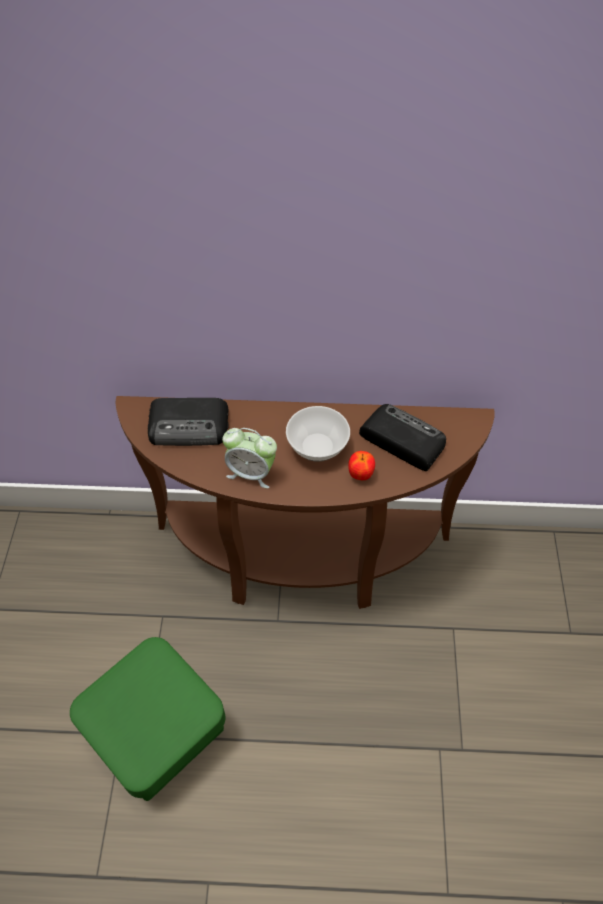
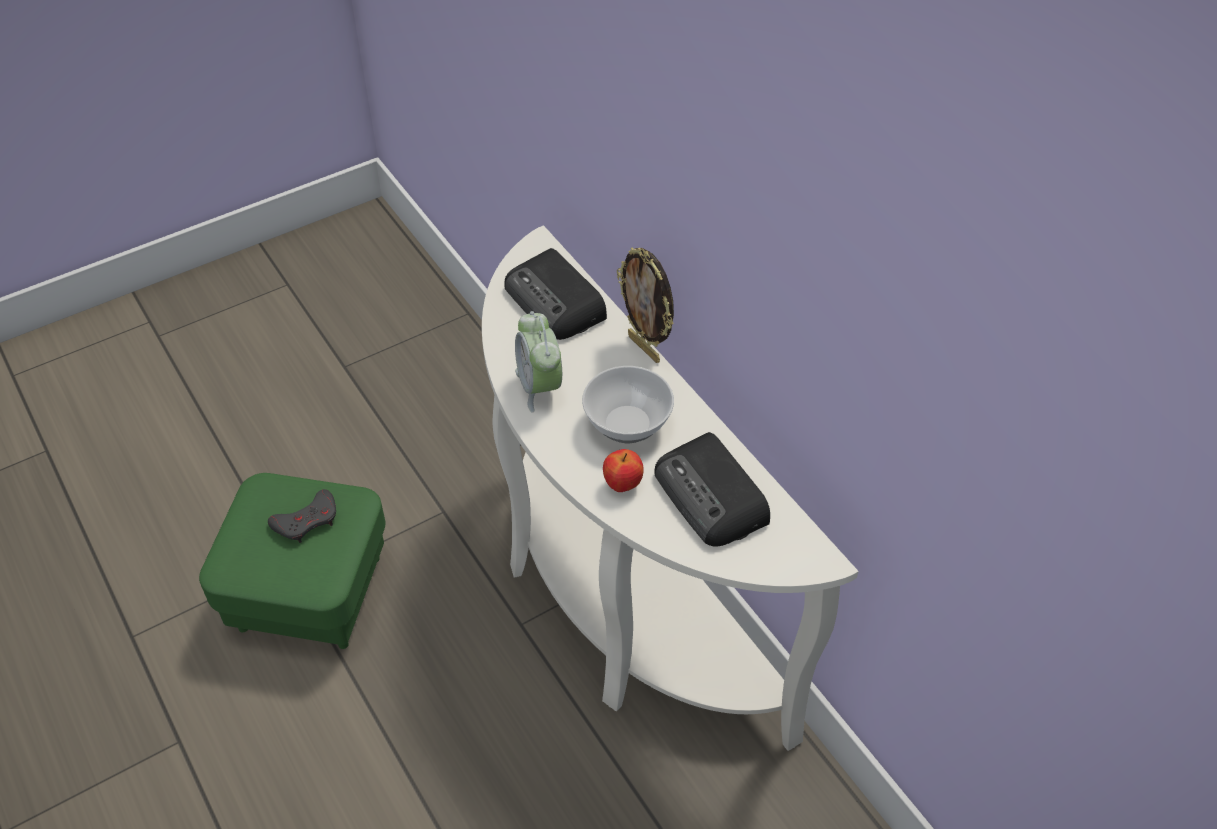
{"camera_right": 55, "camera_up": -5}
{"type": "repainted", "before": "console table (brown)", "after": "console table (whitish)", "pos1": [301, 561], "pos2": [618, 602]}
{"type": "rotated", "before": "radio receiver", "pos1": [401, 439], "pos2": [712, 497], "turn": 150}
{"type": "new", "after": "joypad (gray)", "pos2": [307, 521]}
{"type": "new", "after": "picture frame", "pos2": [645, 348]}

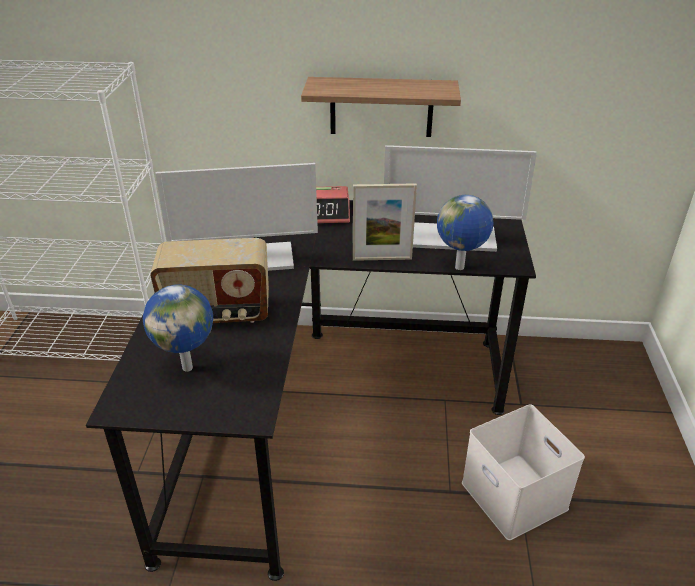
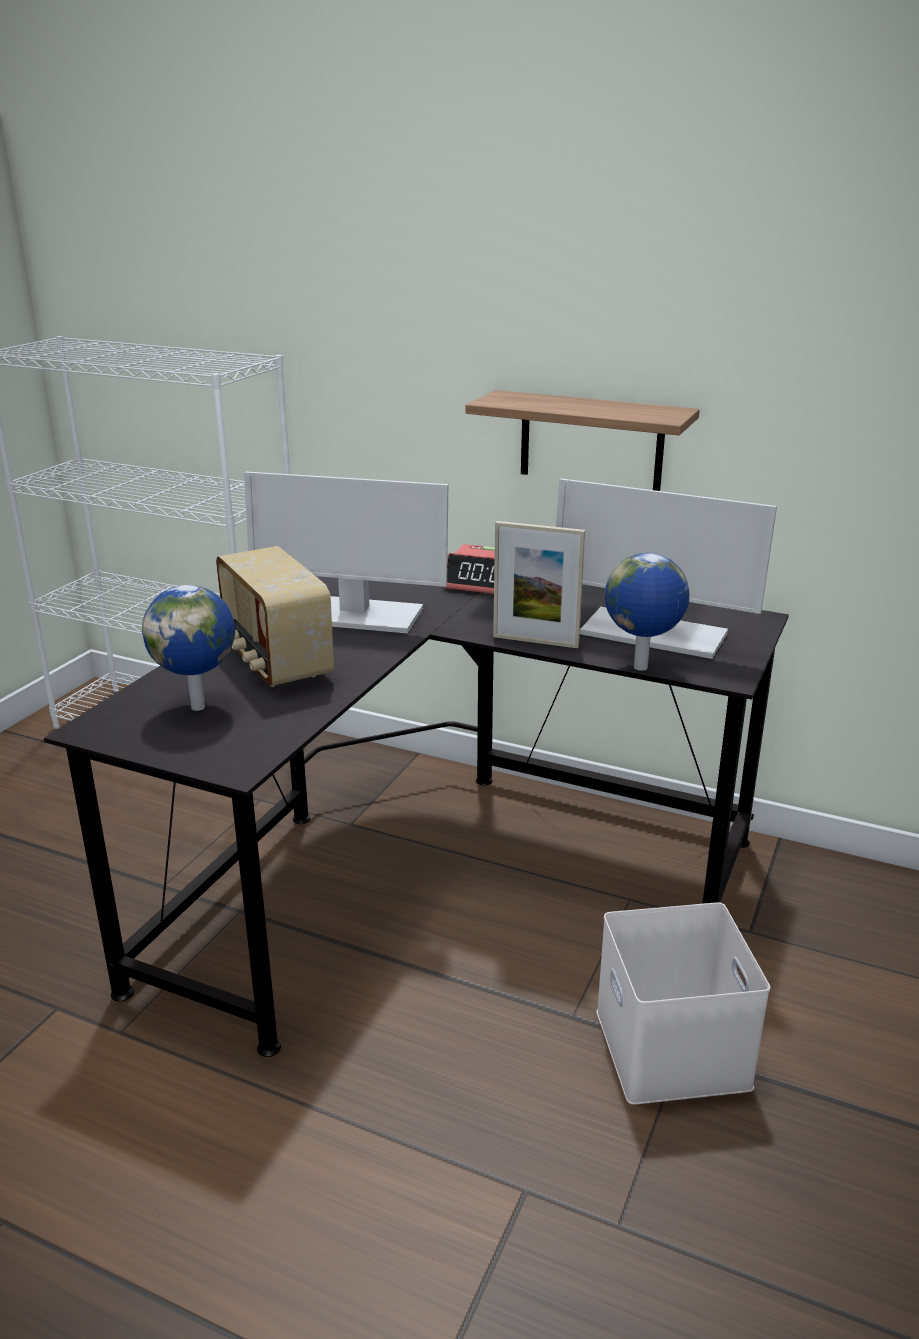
{"camera_right": 20, "camera_up": -10}
{"type": "rotated", "before": "radio receiver", "pos1": [217, 313], "pos2": [275, 662], "turn": 45}

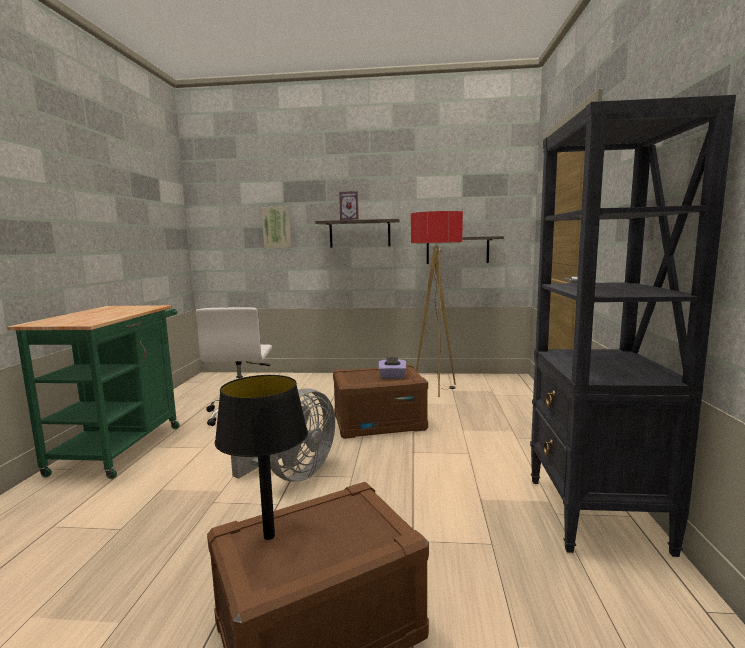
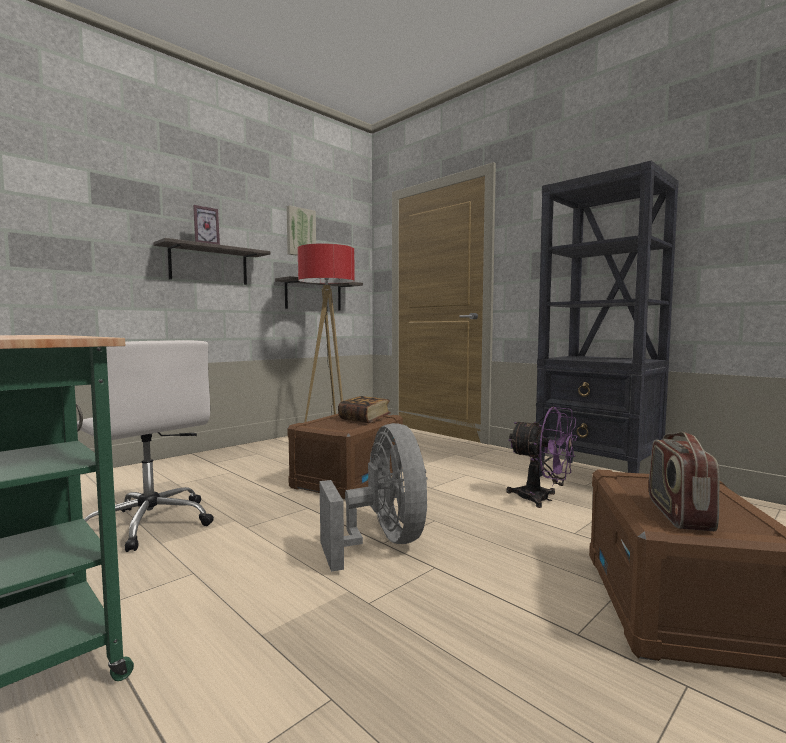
{"camera_right": -50, "camera_up": -5}
{"type": "swapped", "before": "lamp for a table (blackish)", "after": "radio receiver", "pos1": [269, 536], "pos2": [678, 514]}
{"type": "shifted", "before": "picture", "pos1": [277, 227], "pos2": [300, 232]}
{"type": "swapped", "before": "tissue holder (purple)", "after": "bound book", "pos1": [392, 377], "pos2": [364, 420]}
{"type": "new", "after": "electric fan (purple)", "pos2": [542, 499]}

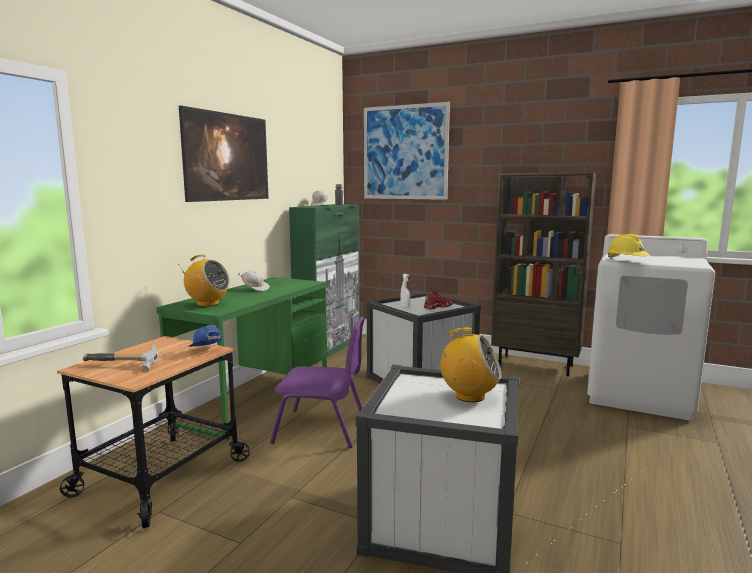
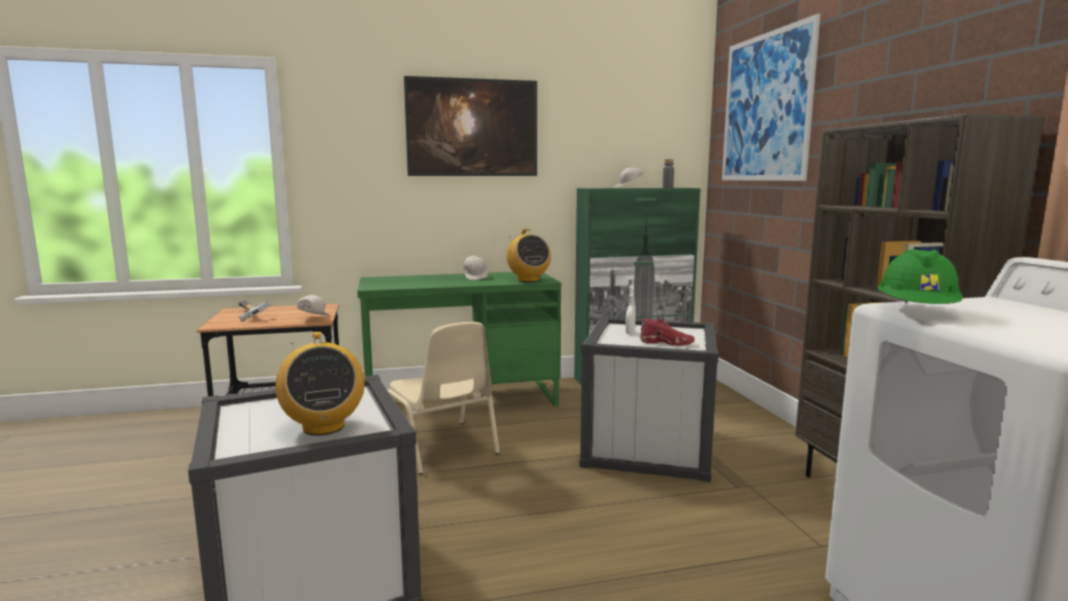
{"camera_right": 50, "camera_up": 0}
{"type": "shifted", "before": "radio receiver", "pos1": [207, 304], "pos2": [528, 280]}
{"type": "repainted", "before": "baseball cap (bluish)", "after": "baseball cap (whitish)", "pos1": [206, 350], "pos2": [312, 319]}
{"type": "repainted", "before": "chair (purple)", "after": "chair (sand-coloured)", "pos1": [322, 429], "pos2": [441, 447]}
{"type": "repainted", "before": "hard hat (yellow)", "after": "hard hat (greenish)", "pos1": [627, 261], "pos2": [916, 311]}

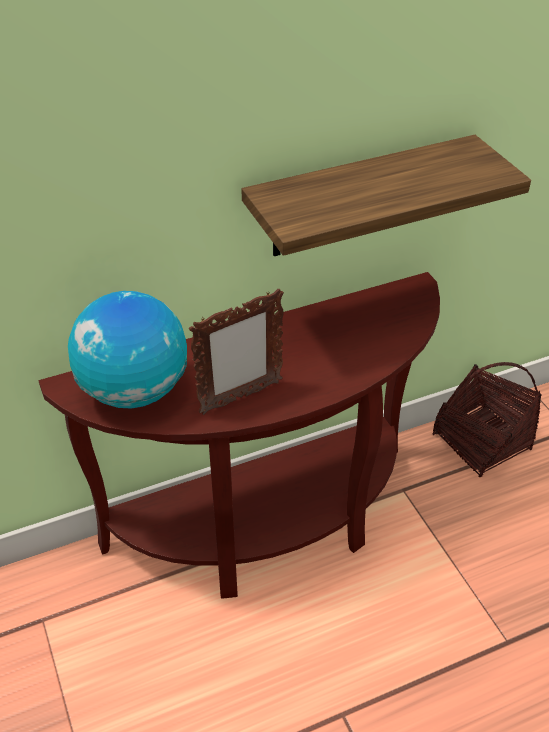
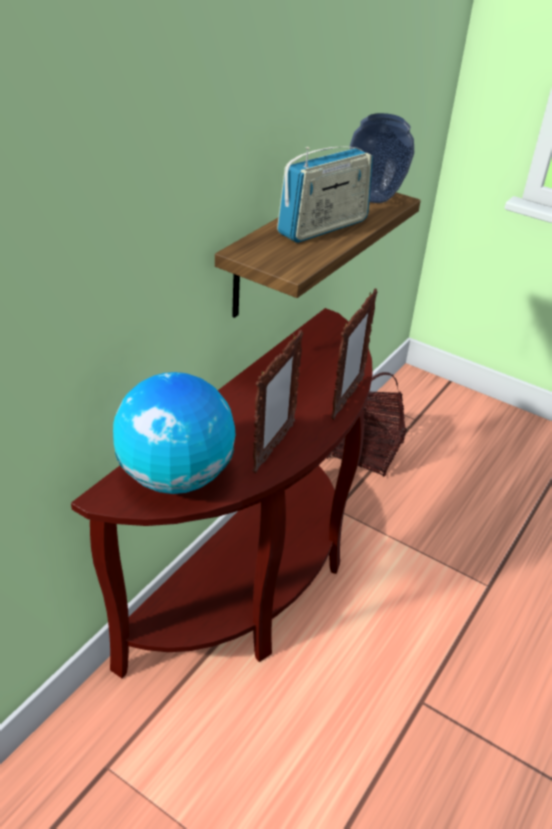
{"camera_right": -35, "camera_up": -5}
{"type": "new", "after": "radio receiver", "pos2": [323, 227]}
{"type": "new", "after": "picture frame", "pos2": [346, 399]}
{"type": "new", "after": "vase", "pos2": [375, 198]}

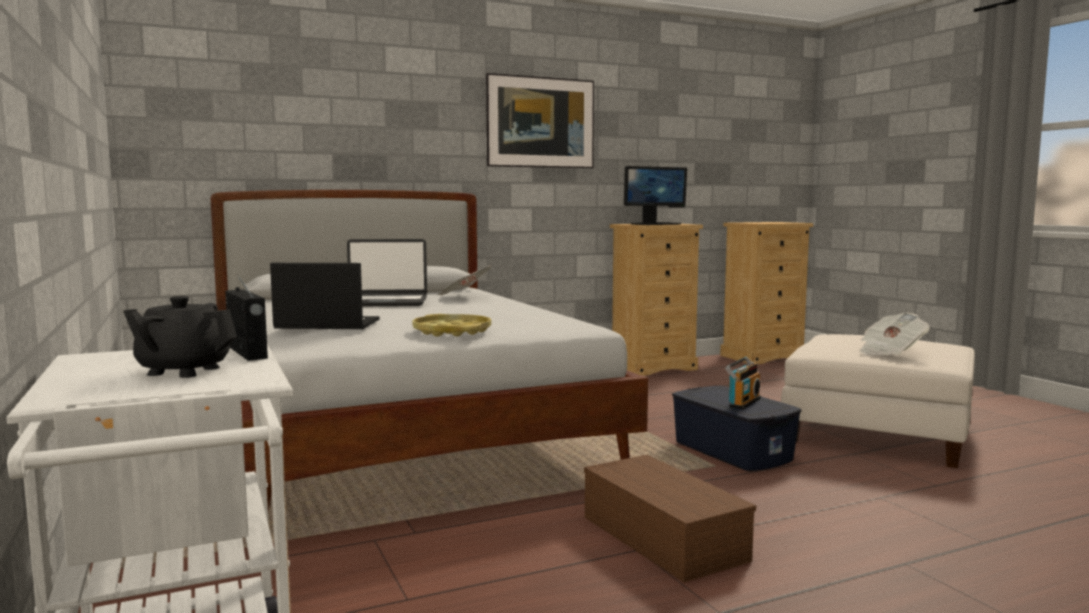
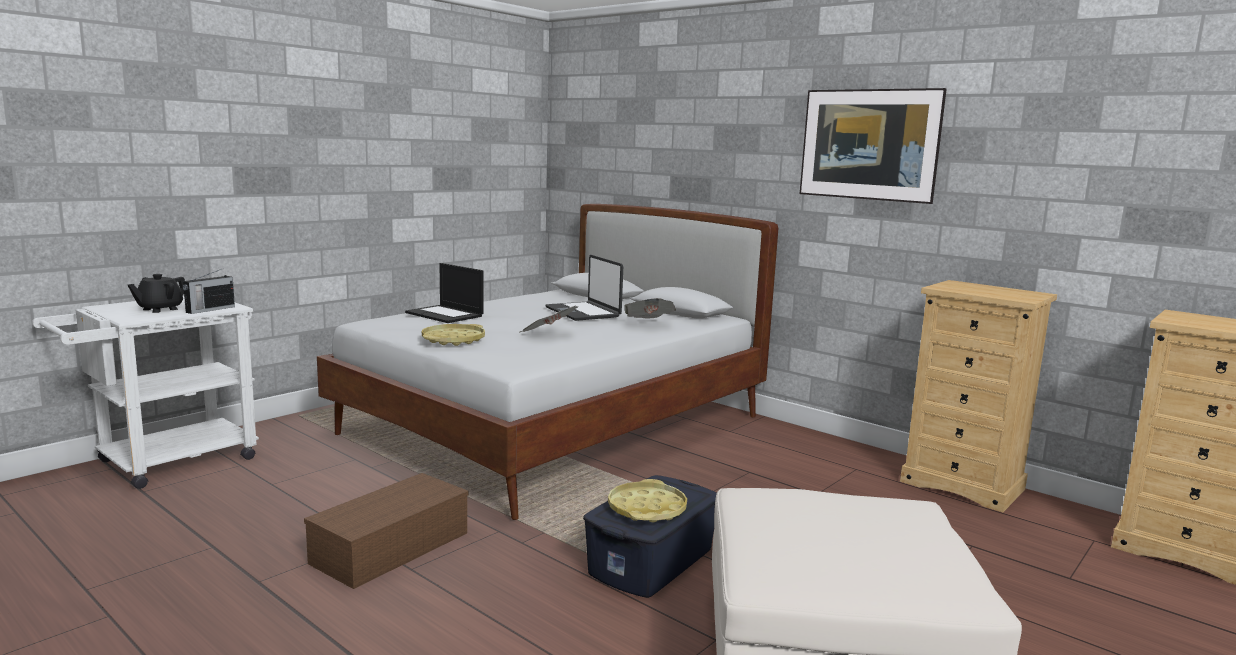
{"camera_right": 65, "camera_up": 5}
{"type": "rotated", "before": "tea pot (blackish)", "pos1": [183, 371], "pos2": [160, 309], "turn": -135}
{"type": "rotated", "before": "portable computer", "pos1": [326, 324], "pos2": [445, 314], "turn": 150}
{"type": "gone", "before": "computer screen", "pos1": [655, 224]}
{"type": "swapped", "before": "radio receiver", "after": "carrying tray (yellow)", "pos1": [742, 402], "pos2": [647, 509]}
{"type": "shifted", "before": "printed paper", "pos1": [889, 352], "pos2": [548, 335]}

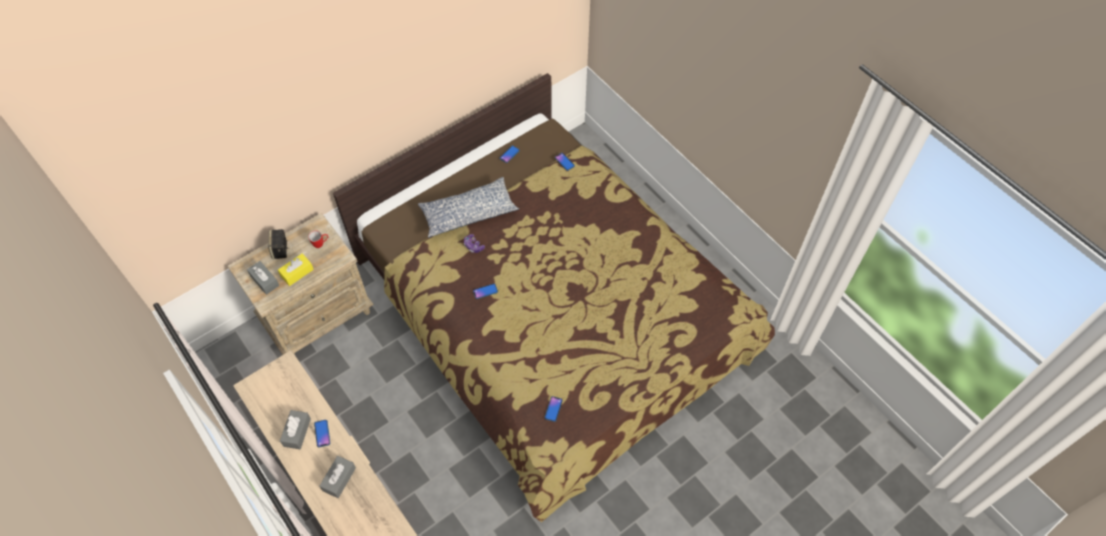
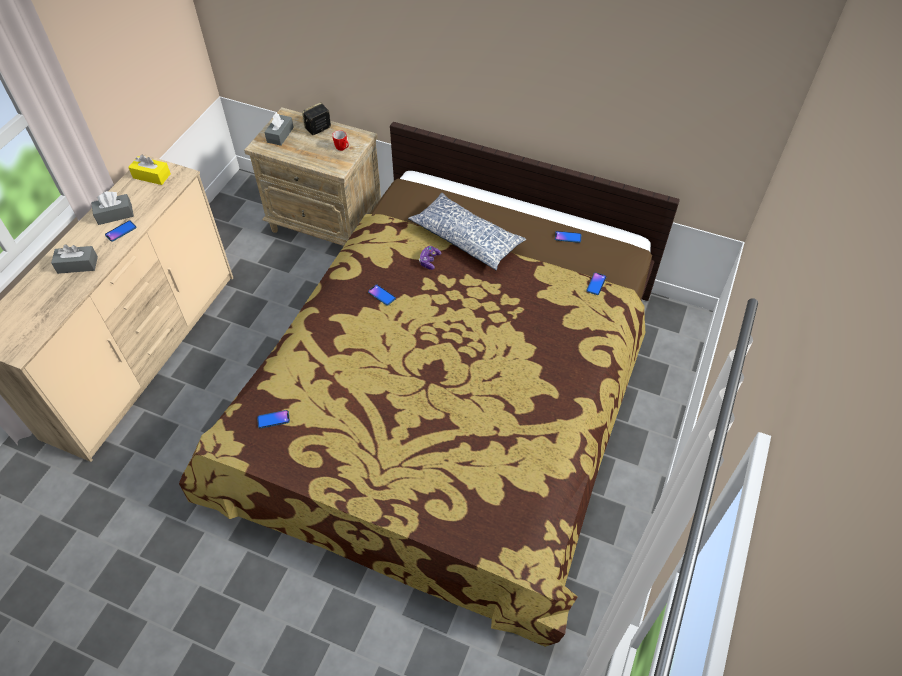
{"camera_right": 60, "camera_up": -5}
{"type": "shifted", "before": "tissue holder (yellow)", "pos1": [297, 273], "pos2": [151, 176]}

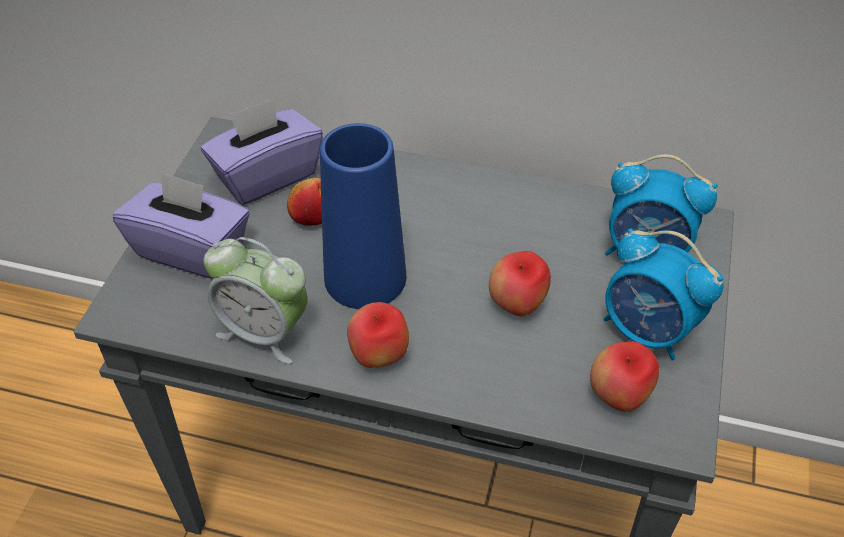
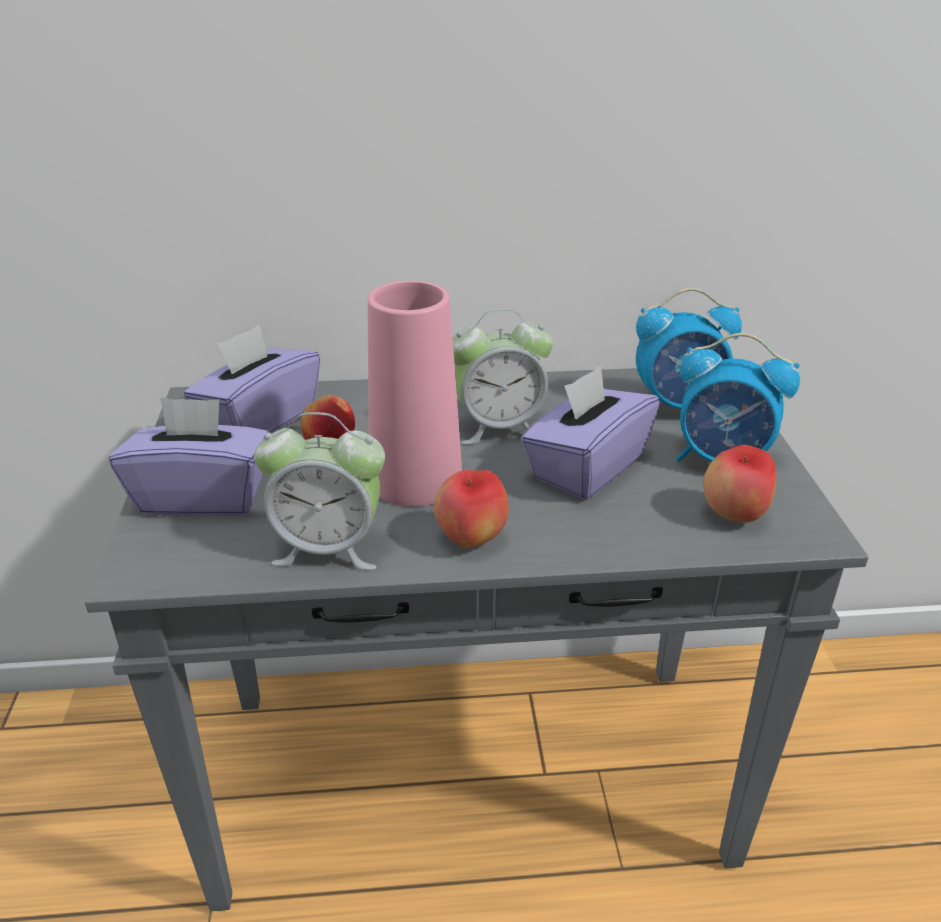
{"camera_right": -20, "camera_up": -15}
{"type": "repainted", "before": "vase (bluish)", "after": "vase (pink)", "pos1": [365, 277], "pos2": [416, 479]}
{"type": "swapped", "before": "apple fruit", "after": "tissue holder (purple)", "pos1": [517, 305], "pos2": [586, 467]}
{"type": "new", "after": "alarm clock", "pos2": [499, 427]}

